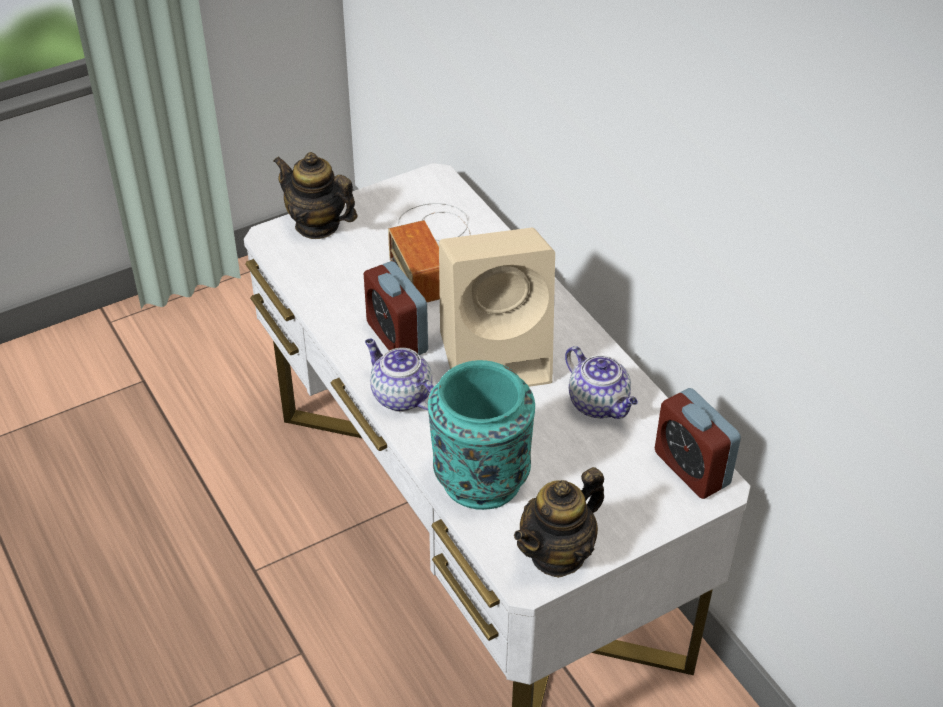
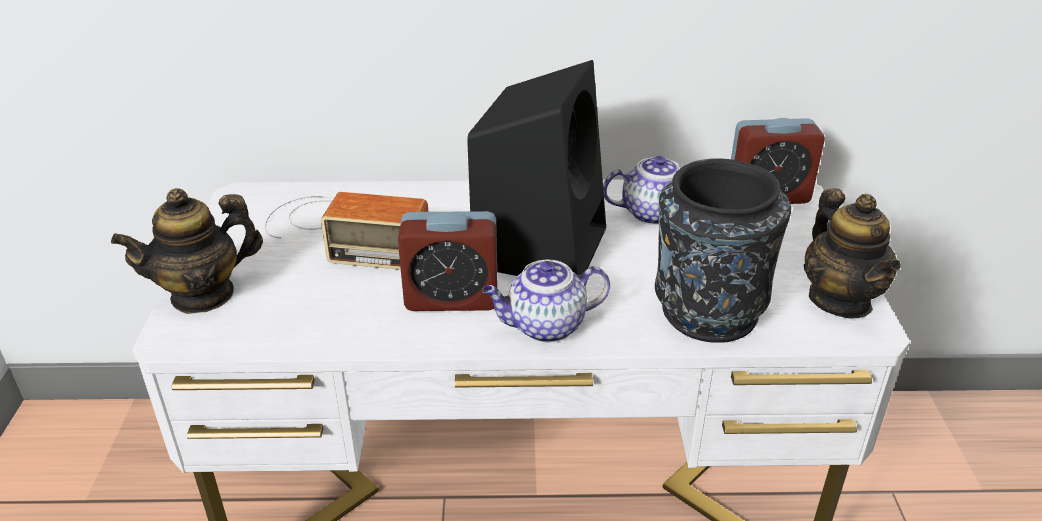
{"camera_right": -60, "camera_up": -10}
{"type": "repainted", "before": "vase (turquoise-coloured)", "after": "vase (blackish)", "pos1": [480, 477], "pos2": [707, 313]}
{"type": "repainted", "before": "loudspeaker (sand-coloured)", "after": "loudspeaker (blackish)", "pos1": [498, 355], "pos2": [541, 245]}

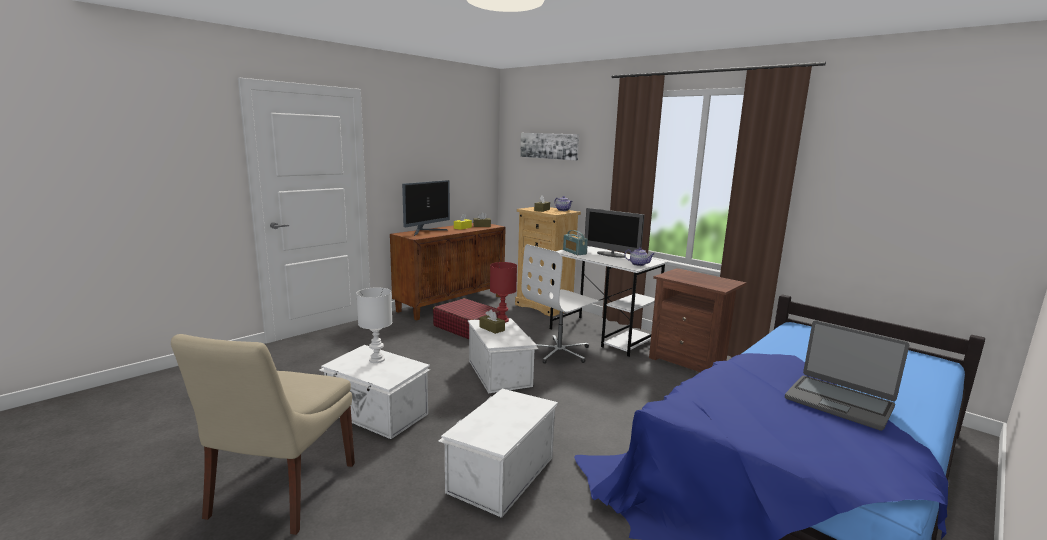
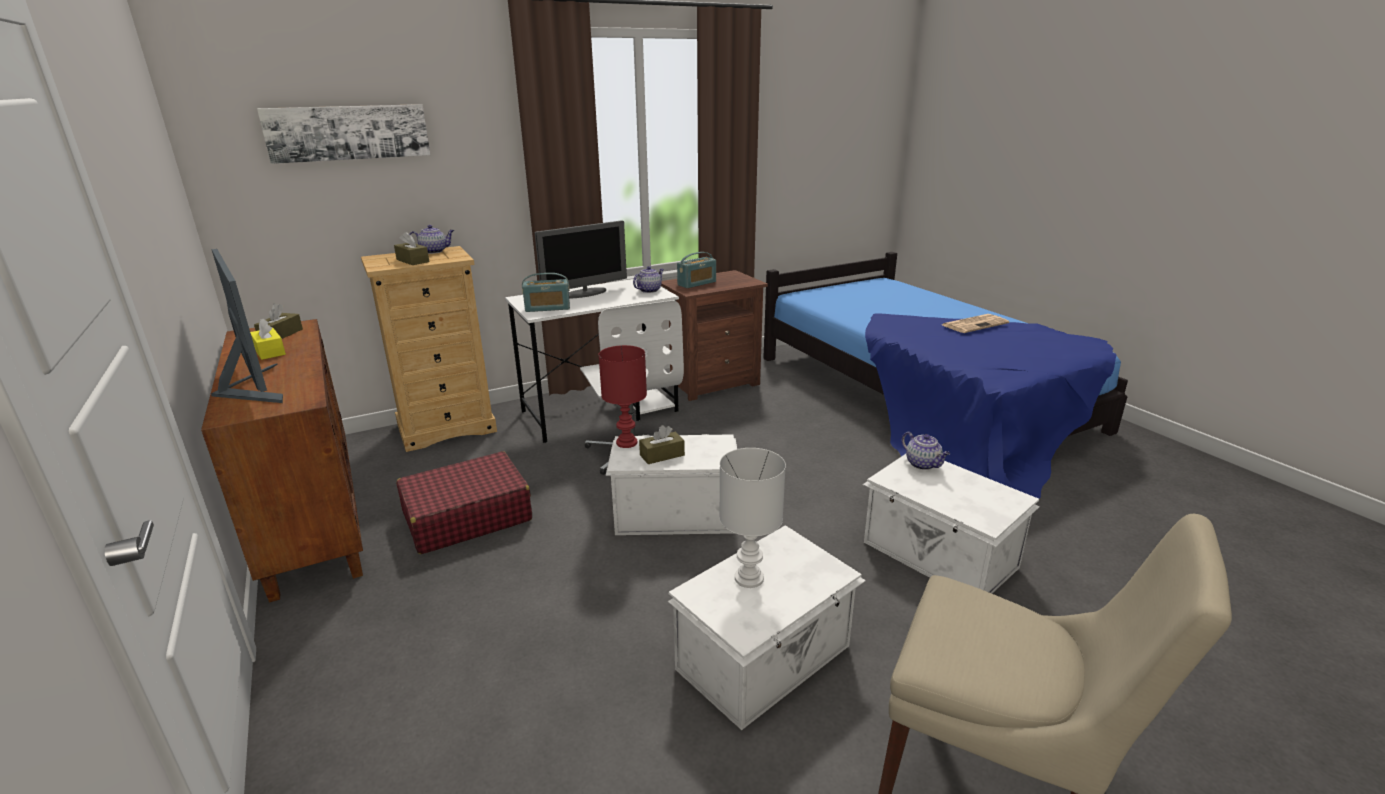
{"camera_right": -70, "camera_up": 10}
{"type": "swapped", "before": "portable computer", "after": "printed paper", "pos1": [839, 402], "pos2": [974, 324]}
{"type": "new", "after": "radio receiver", "pos2": [697, 283]}
{"type": "new", "after": "tea pot", "pos2": [923, 464]}

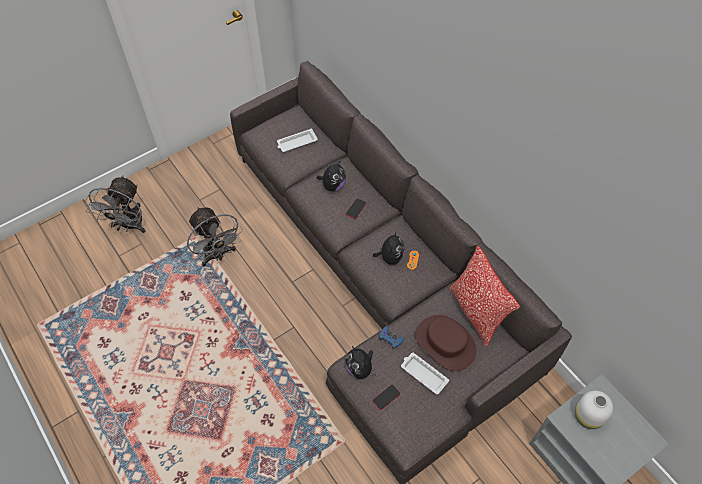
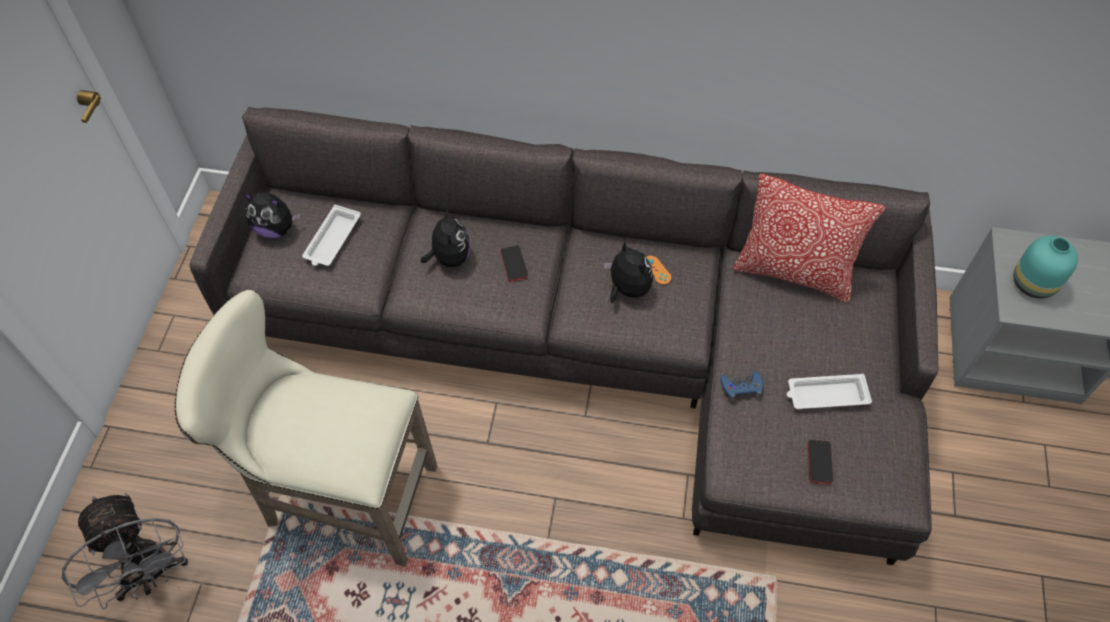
{"camera_right": -45, "camera_up": 0}
{"type": "swapped", "before": "electric fan (gray)", "after": "sitting stool (sand-coloured)", "pos1": [217, 255], "pos2": [342, 497]}
{"type": "shifted", "before": "plush toy", "pos1": [360, 369], "pos2": [276, 229]}
{"type": "gone", "before": "clothing hat (brown)", "pos1": [445, 343]}
{"type": "repainted", "before": "vase (whitish)", "after": "vase (turquoise-coloured)", "pos1": [588, 415], "pos2": [1032, 282]}

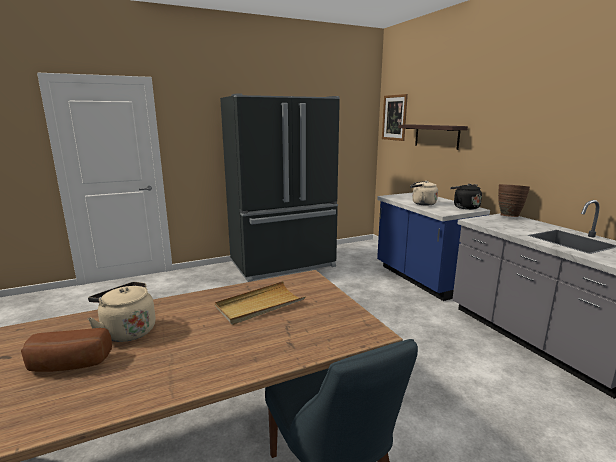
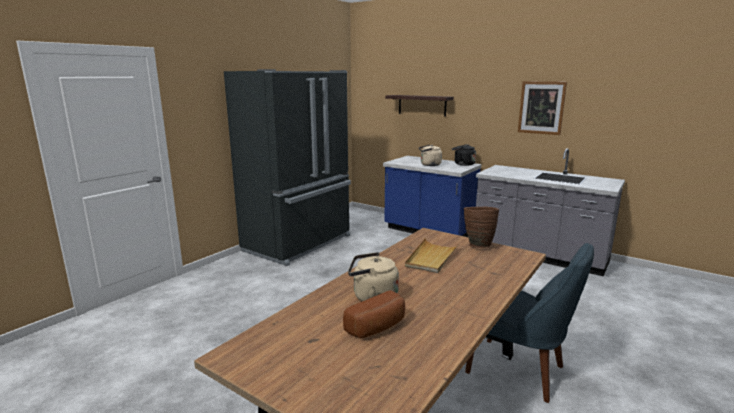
{"camera_right": -30, "camera_up": 0}
{"type": "shifted", "before": "picture", "pos1": [394, 117], "pos2": [541, 107]}
{"type": "shifted", "before": "vase (brown)", "pos1": [508, 216], "pos2": [477, 245]}

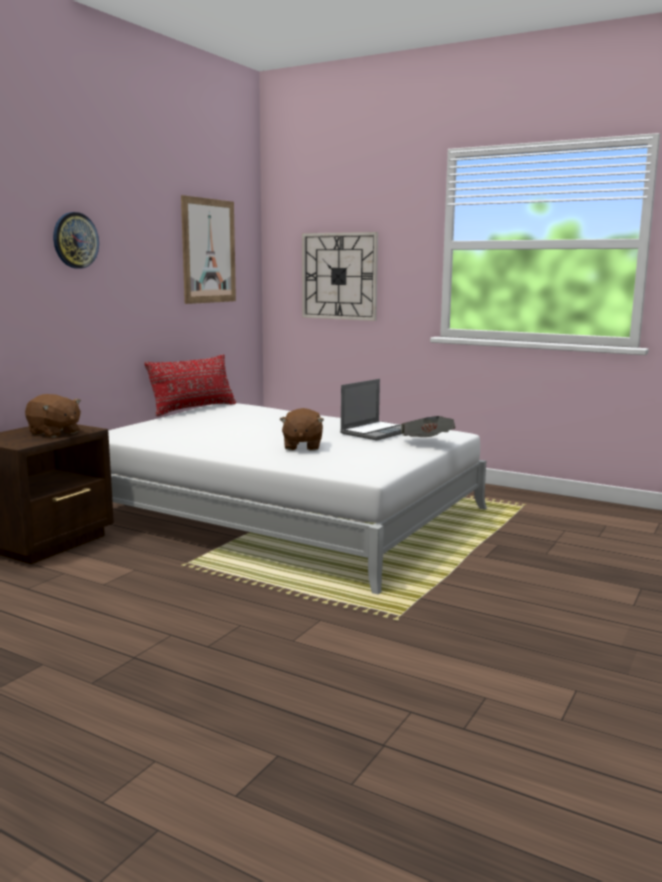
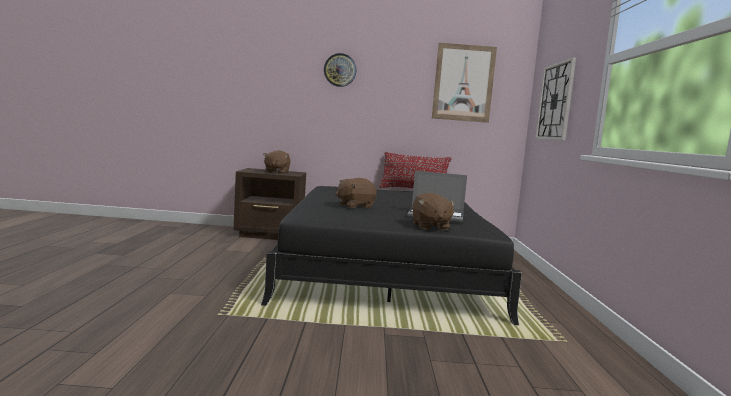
{"camera_right": 60, "camera_up": -5}
{"type": "repainted", "before": "sleeping bed (whitish)", "after": "sleeping bed (blackish)", "pos1": [284, 514], "pos2": [385, 267]}
{"type": "swapped", "before": "printed paper", "after": "plush toy (brown)", "pos1": [427, 443], "pos2": [430, 227]}

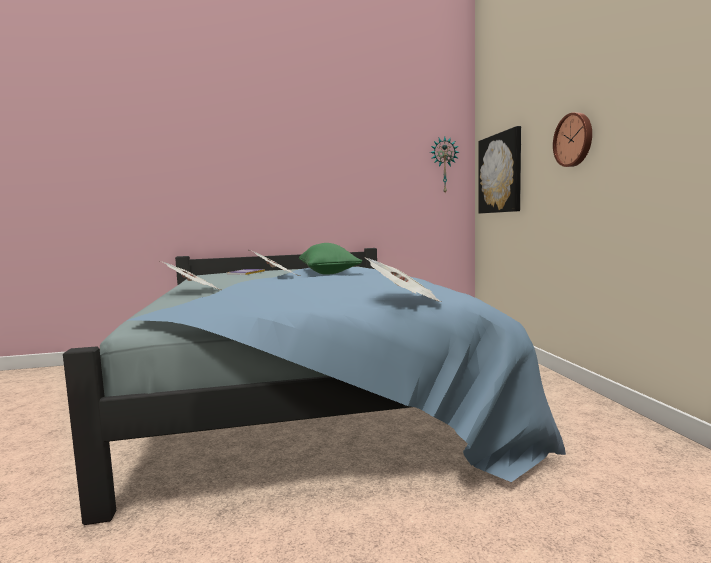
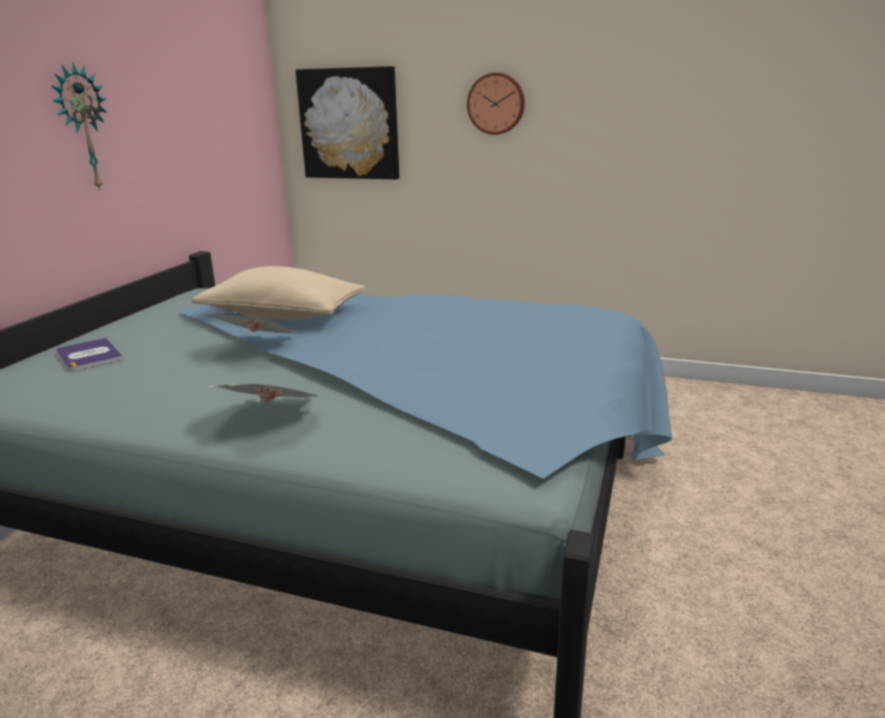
{"camera_right": -60, "camera_up": 15}
{"type": "repainted", "before": "cushion (greenish)", "after": "cushion (sand-coloured)", "pos1": [328, 273], "pos2": [283, 316]}
{"type": "gone", "before": "printed paper", "pos1": [404, 300]}
{"type": "shifted", "before": "hanging clock", "pos1": [443, 165], "pos2": [82, 128]}

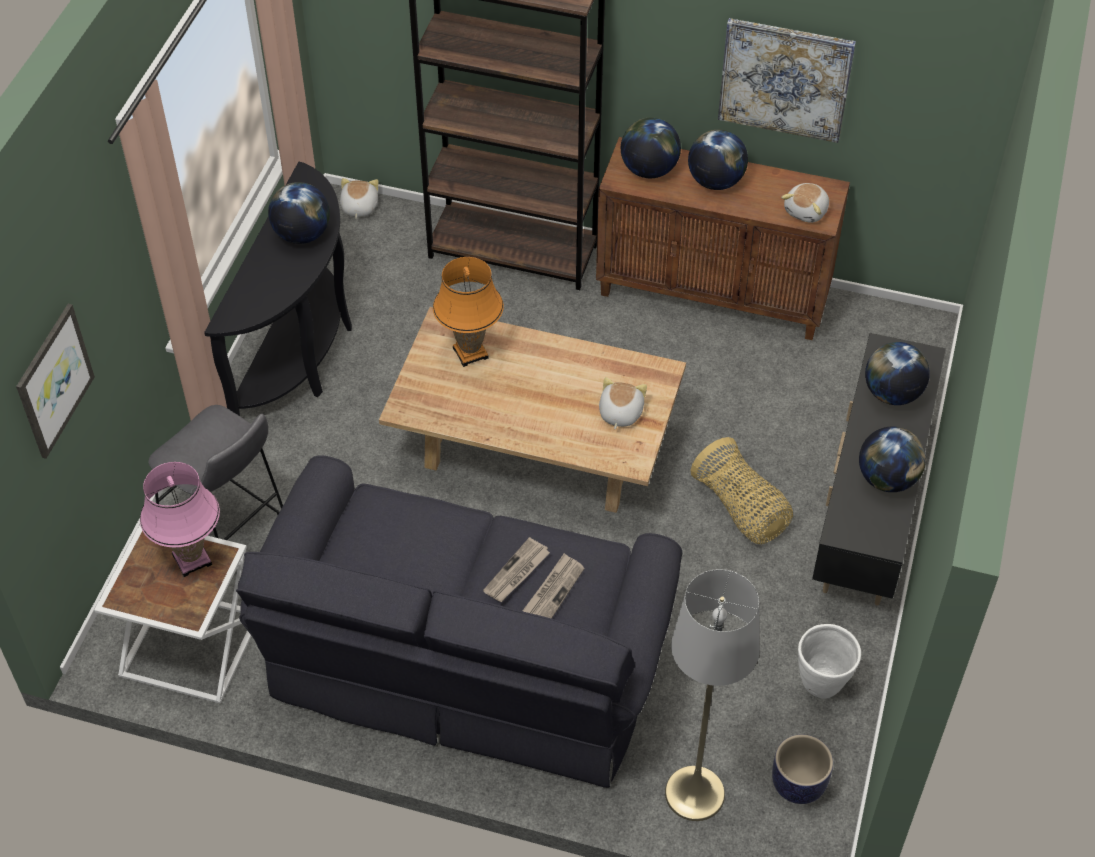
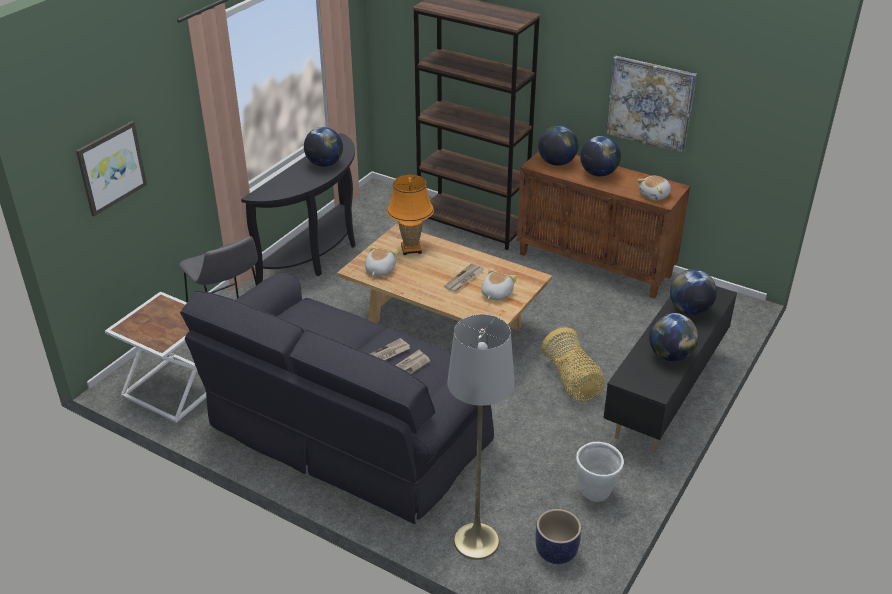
{"camera_right": 15, "camera_up": -15}
{"type": "gone", "before": "lamp for a table (pink)", "pos1": [192, 560]}
{"type": "shifted", "before": "plush toy", "pos1": [358, 207], "pos2": [379, 270]}
{"type": "new", "after": "printed paper", "pos2": [464, 279]}

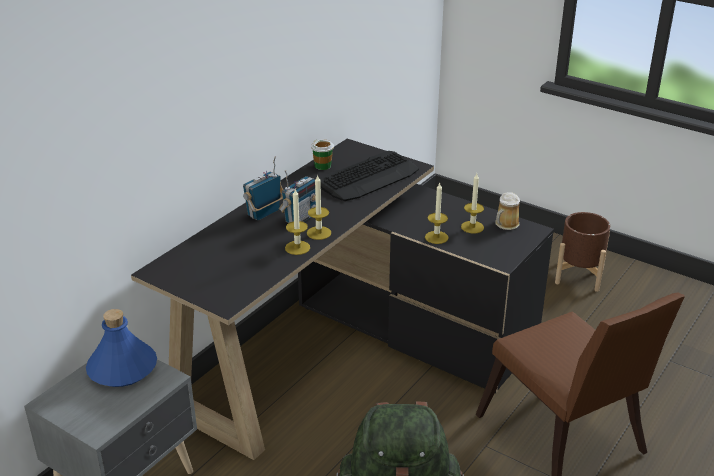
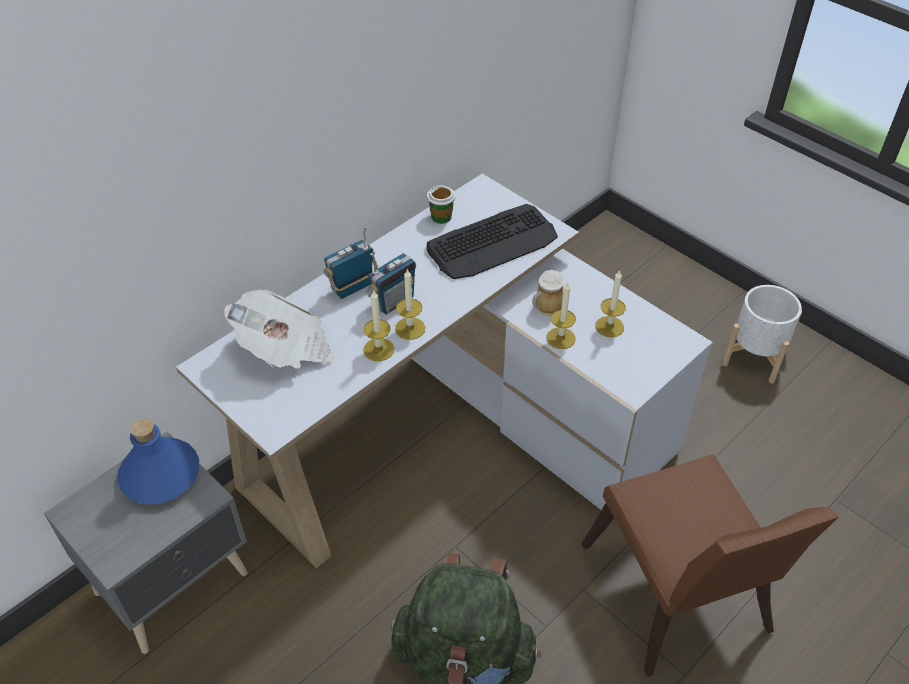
{"camera_right": 10, "camera_up": 15}
{"type": "repainted", "before": "desk unit (blackish)", "after": "desk unit (whitish)", "pos1": [348, 352], "pos2": [453, 432]}
{"type": "shifted", "before": "tea mug", "pos1": [505, 224], "pos2": [546, 307]}
{"type": "repainted", "before": "flower pot (brown)", "after": "flower pot (whitish)", "pos1": [579, 276], "pos2": [755, 357]}
{"type": "new", "after": "printed paper", "pos2": [285, 349]}

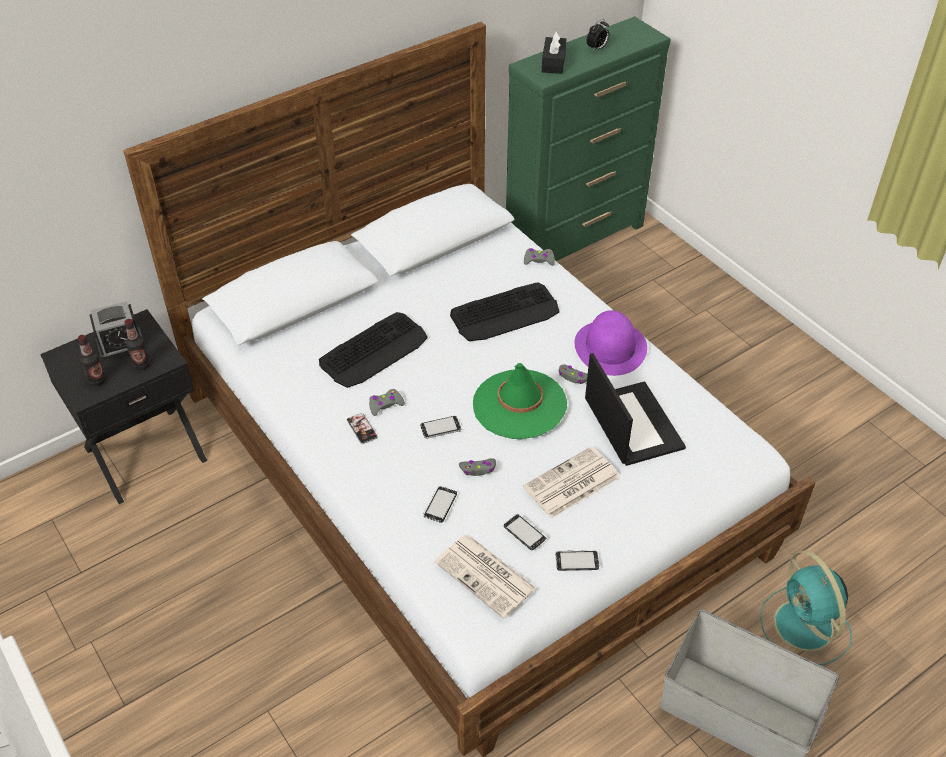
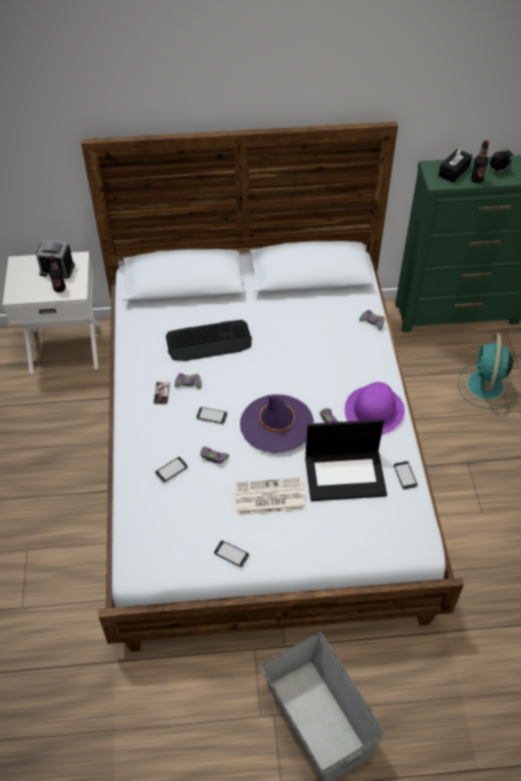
{"camera_right": 30, "camera_up": 5}
{"type": "repainted", "before": "bedside table (blackish)", "after": "bedside table (whitish)", "pos1": [144, 452], "pos2": [65, 346]}
{"type": "shifted", "before": "drink bottle", "pos1": [97, 380], "pos2": [476, 179]}
{"type": "gone", "before": "printed paper", "pos1": [487, 576]}
{"type": "gone", "before": "computer keyboard", "pos1": [505, 313]}
{"type": "repainted", "before": "clothing hat (greenish)", "after": "clothing hat (purple)", "pos1": [519, 404], "pos2": [276, 424]}
{"type": "shifted", "before": "handset", "pos1": [524, 532], "pos2": [405, 475]}
{"type": "rotated", "before": "portable computer", "pos1": [632, 423], "pos2": [345, 474], "turn": 75}
{"type": "shifted", "before": "electric fan (turquoise-coloured)", "pos1": [805, 628], "pos2": [485, 387]}

